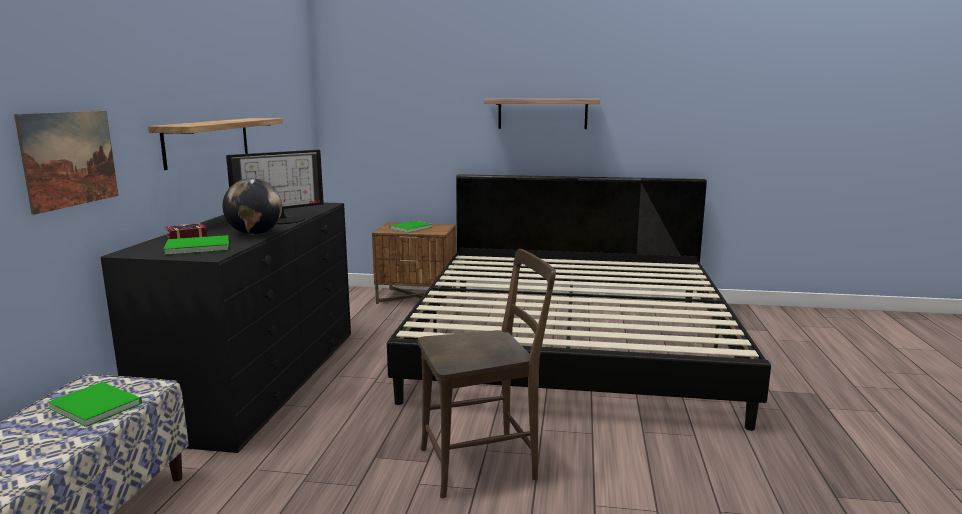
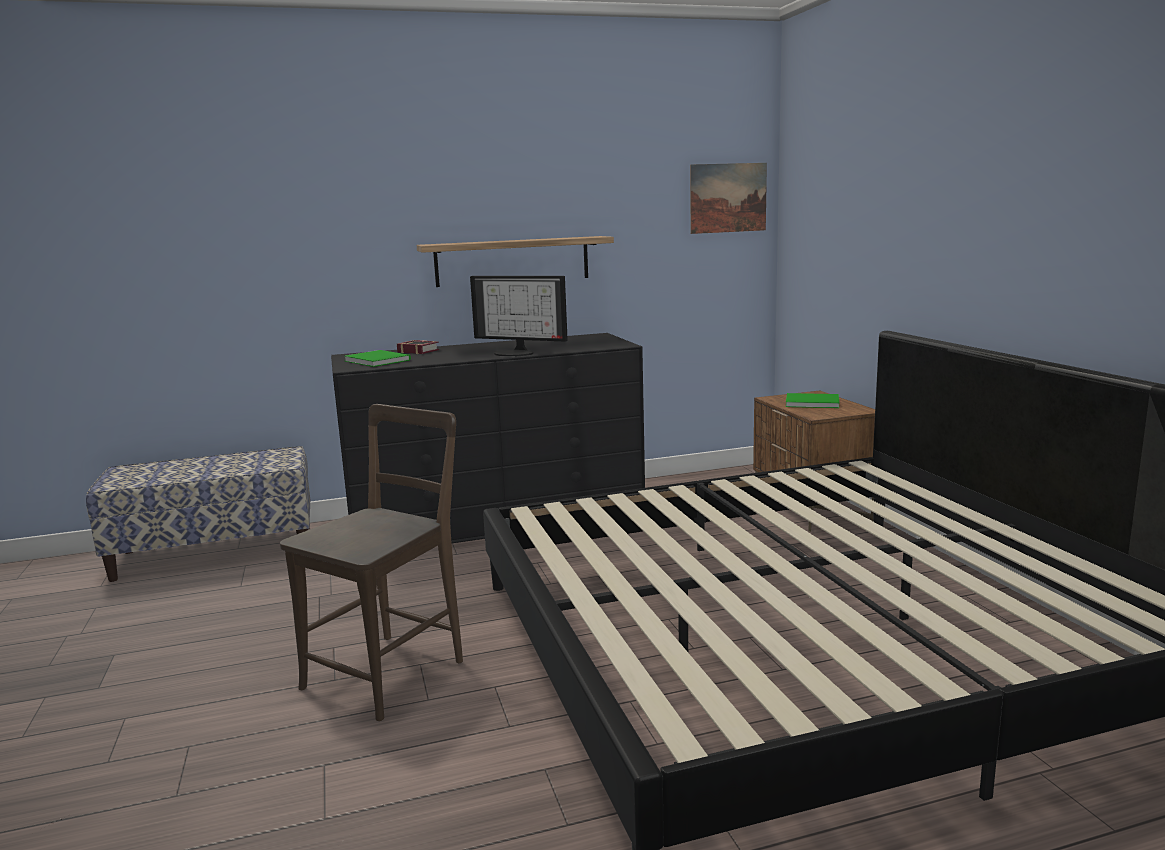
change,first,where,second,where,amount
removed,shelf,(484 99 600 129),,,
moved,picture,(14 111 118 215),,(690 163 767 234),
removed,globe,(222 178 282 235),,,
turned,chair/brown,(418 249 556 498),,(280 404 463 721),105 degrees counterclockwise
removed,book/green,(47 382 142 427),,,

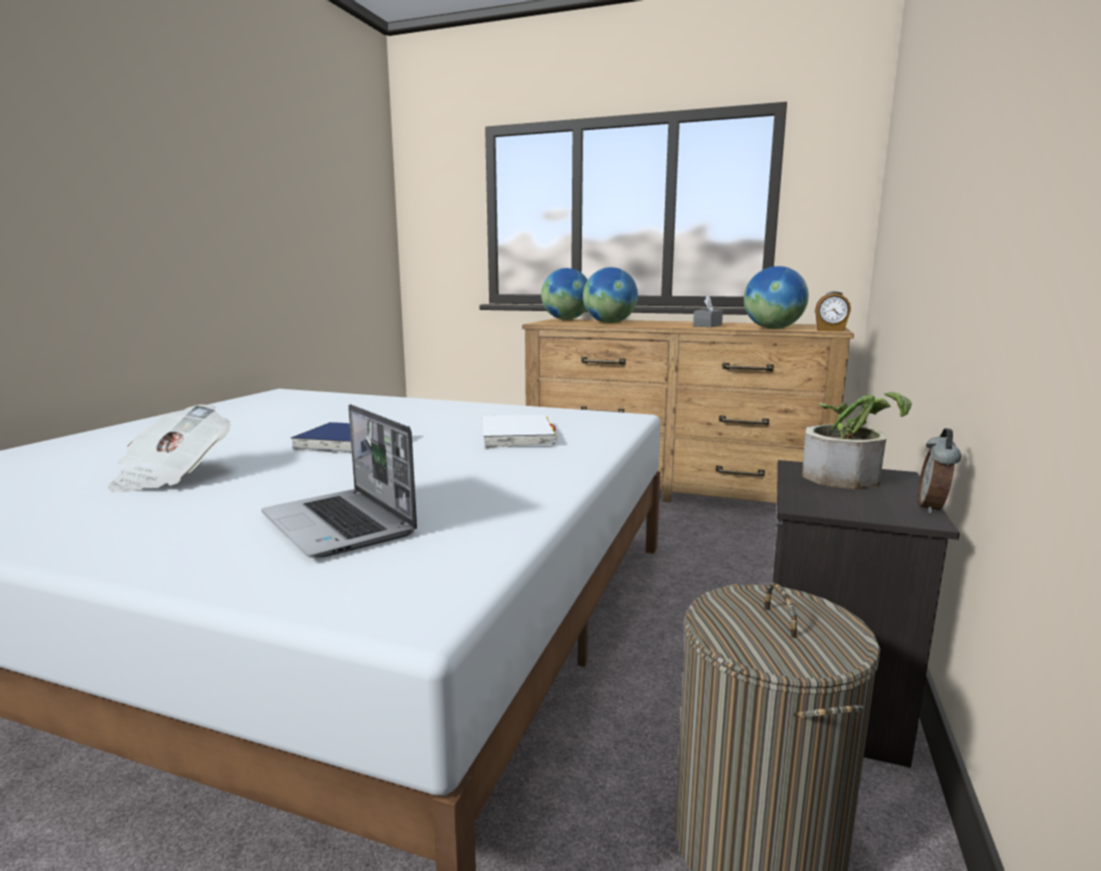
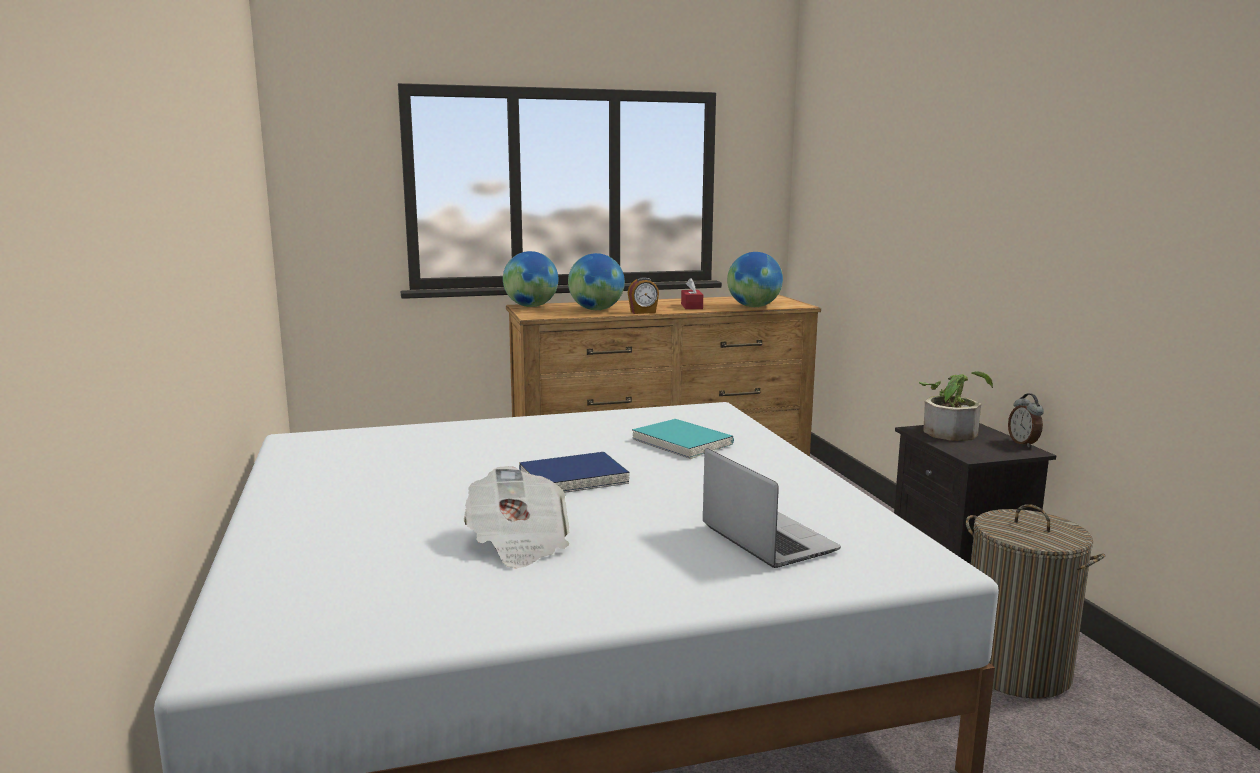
change,first,where,second,where,amount
moved,alarm clock,(815 291 851 332),,(628 277 659 314),
recoloured,tissue box/grey,(693 295 723 327),tissue box/red,(681 278 703 309),
turned,laptop,(261 404 417 558),,(703 448 841 568),135 degrees counterclockwise
recoloured,book/white,(482 415 557 448),book/turquoise,(632 419 734 459),

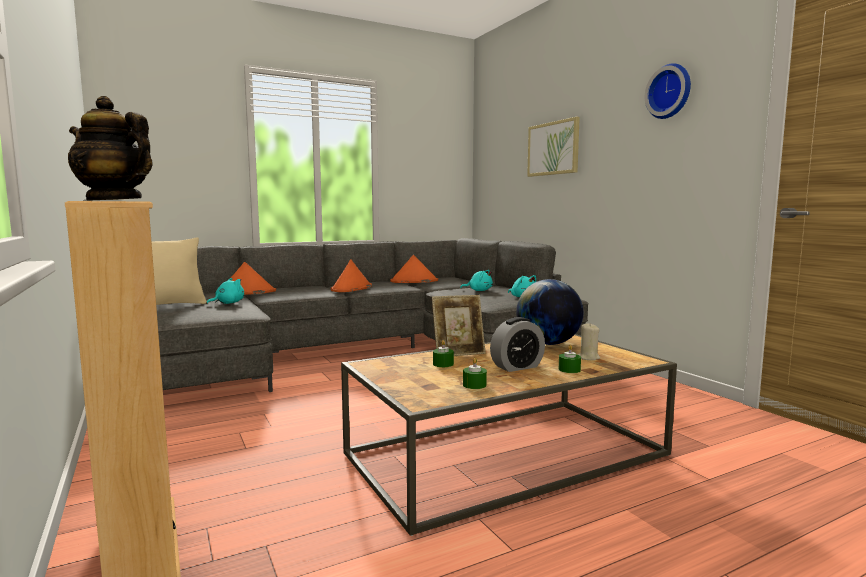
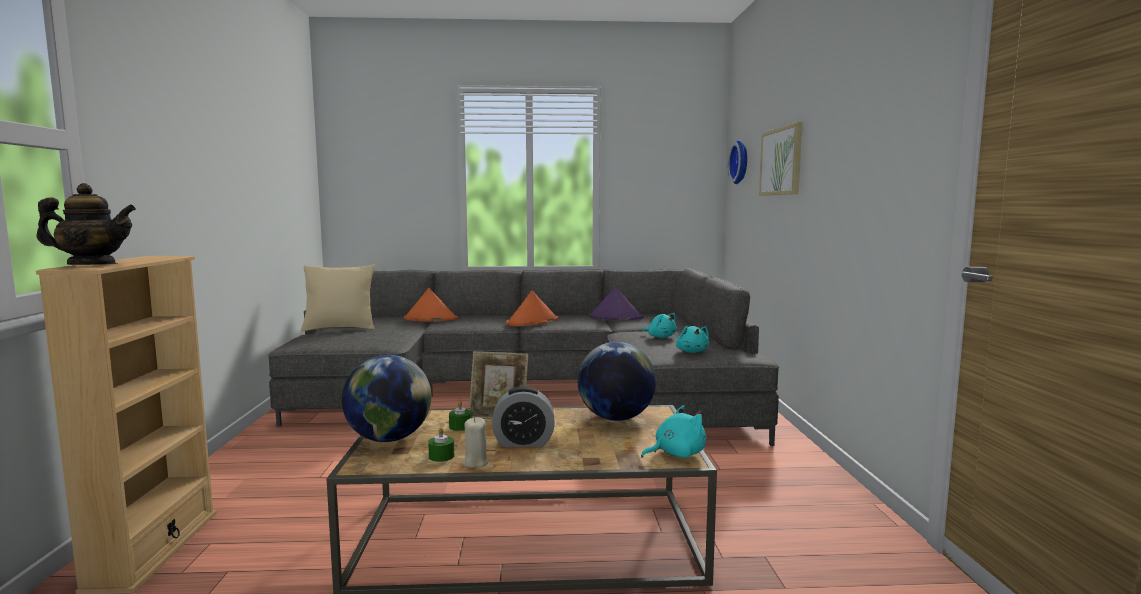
change,first,where,second,where,amount
moved,wall clock,(645 63 691 119),,(728 140 747 184),
turned,teapot,(68 96 153 201),,(36 183 136 265),120 degrees clockwise
recoloured,hat/orange,(390 255 438 283),hat/purple,(589 287 643 320),
moved,plush toy/turquoise,(206 278 244 304),,(641 405 706 458),
moved,candle/beige,(577 323 600 360),,(462 417 489 468),
removed,candle/green,(559 345 581 373),,,
added,,,globe,(342 355 431 442),

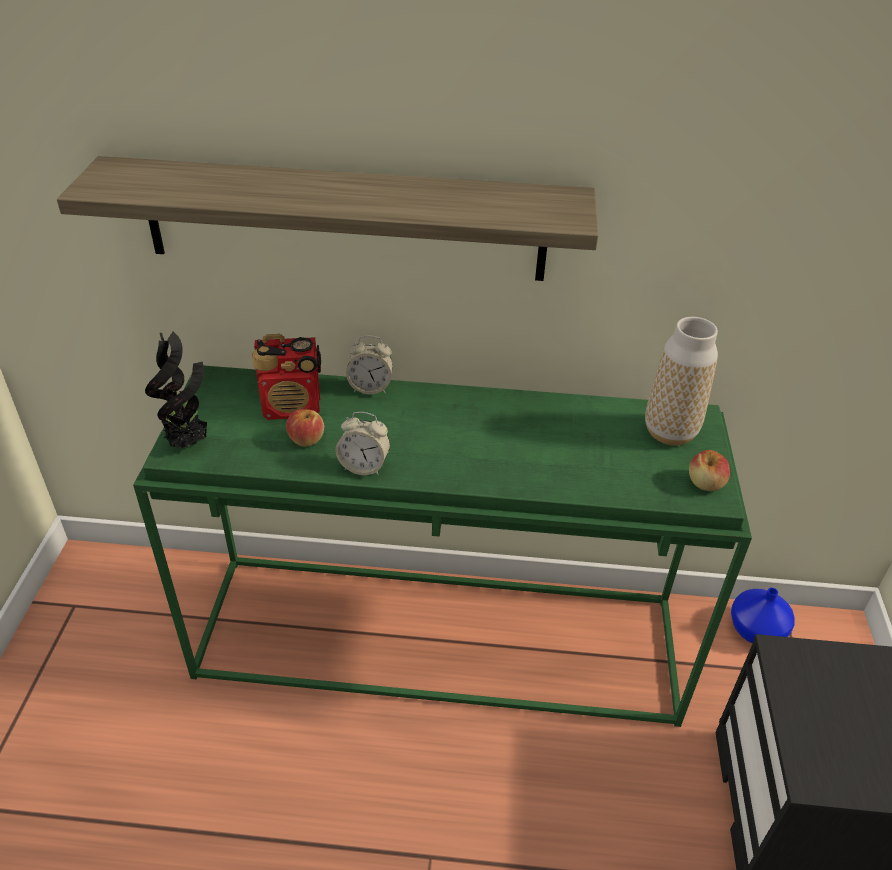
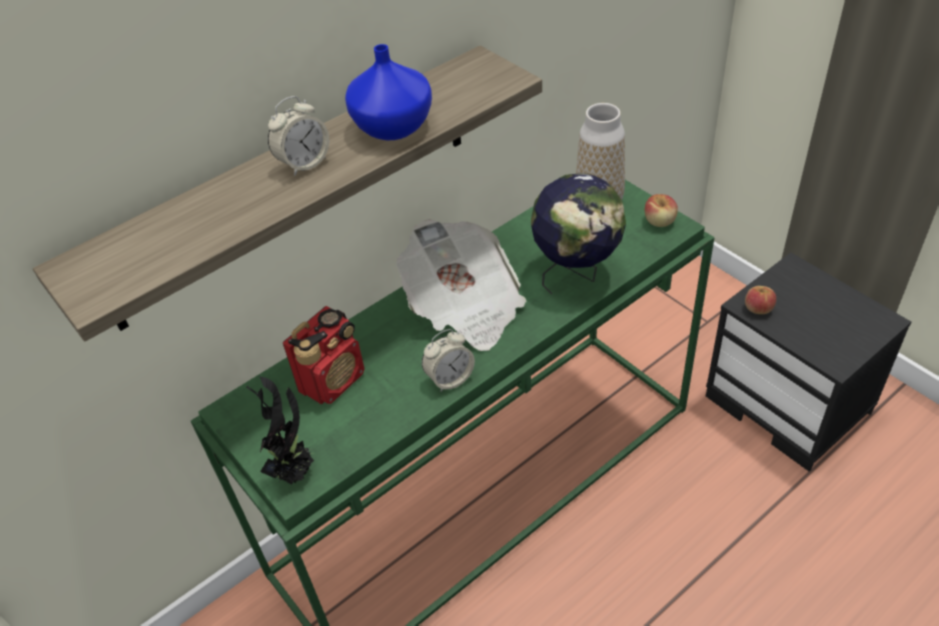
change,first,where,second,where,amount
moved,alarm clock,(346 335 393 394),,(268 96 329 176),
moved,apple,(286 409 324 447),,(745 286 776 314),
moved,vase/blue,(731 588 795 644),,(345 44 432 140),
added,,,globe,(531 173 626 294),
added,,,newspaper,(396 219 526 351),

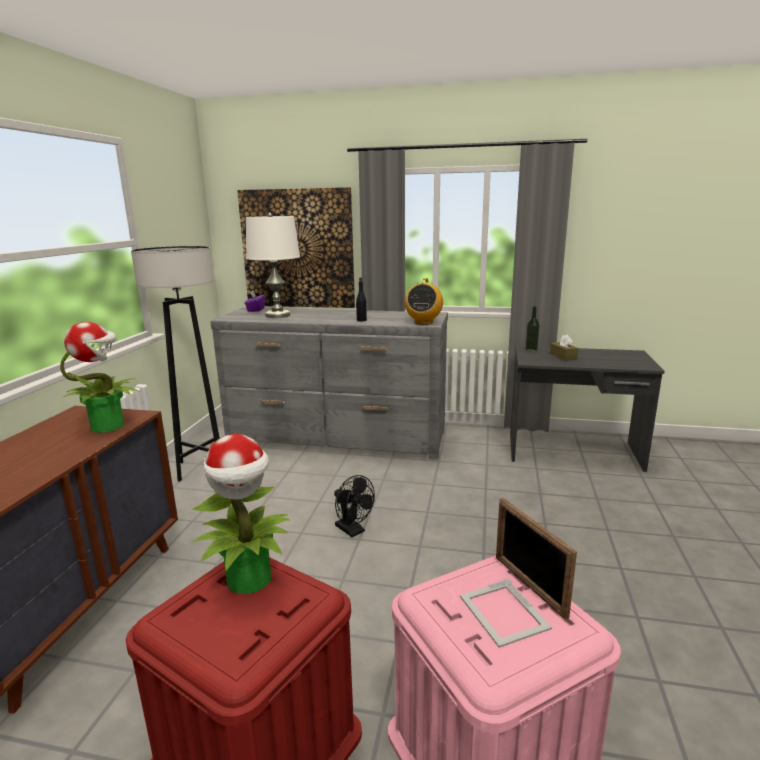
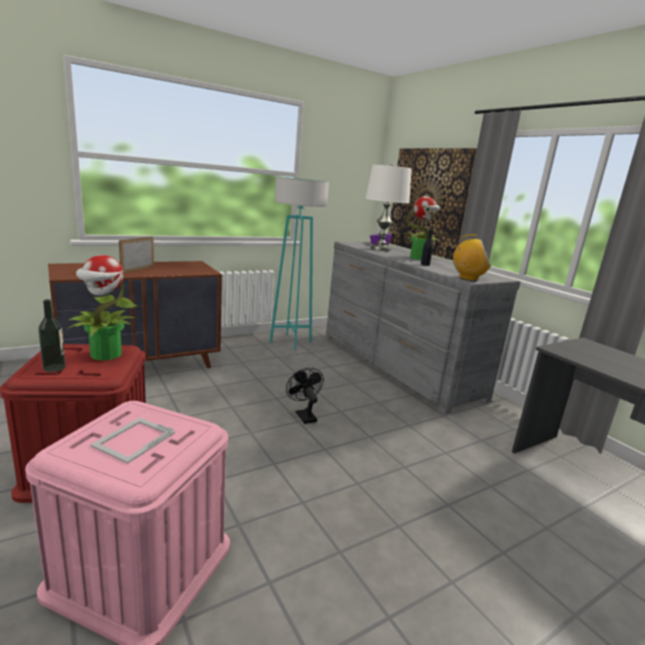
change,first,where,second,where,amount
recoloured,floor lamp/grey,(131 246 220 482),floor lamp/turquoise,(269 177 329 350),
turned,radio,(405 278 443 325),,(453 234 491 281),135 degrees counterclockwise
moved,bottle,(525 306 540 353),,(38 299 66 372),
moved,potted plant,(60 322 139 433),,(404 196 440 260),
removed,tissue box/brown,(550 334 578 361),,,
turned,fan/black,(334 475 375 537),,(286 368 324 424),150 degrees clockwise
moved,picture frame,(496 498 577 620),,(119 236 154 273),

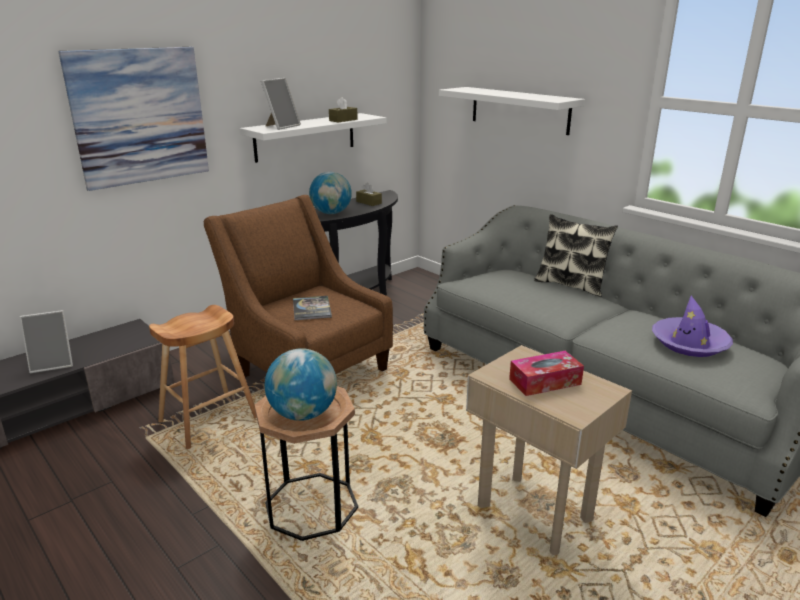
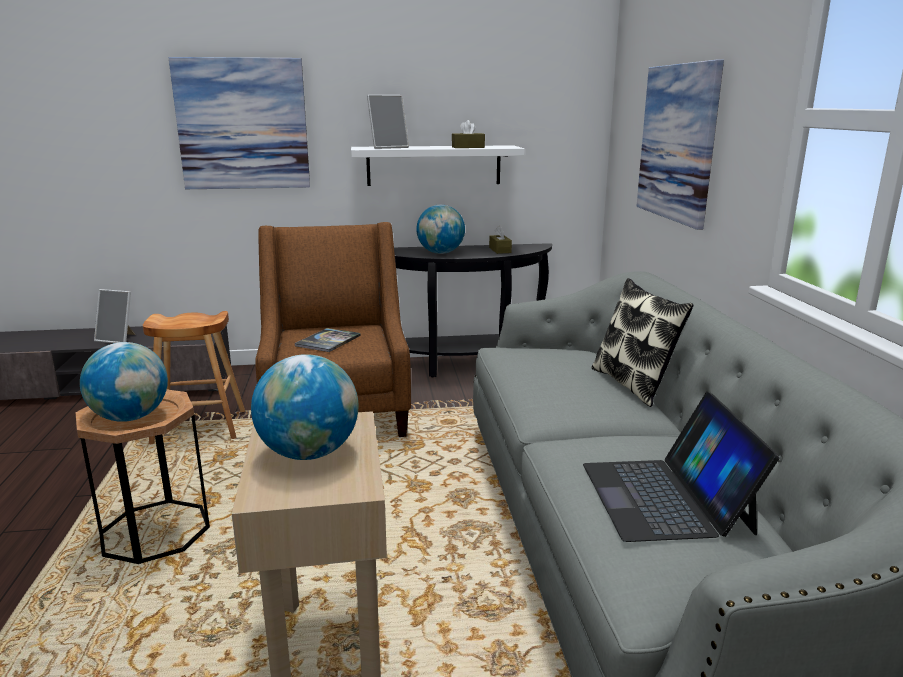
change,first,where,second,where,amount
replaced,shelf/white,(439 87 585 135),picture,(637 59 724 230),
replaced,hat/purple,(652 296 733 357),laptop,(583 392 780 542),
replaced,tissue box,(509 351 584 396),globe,(251 354 358 460),

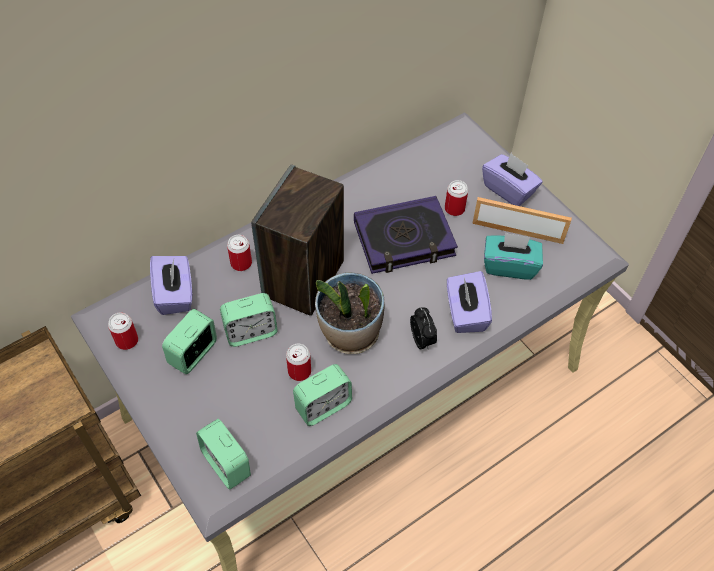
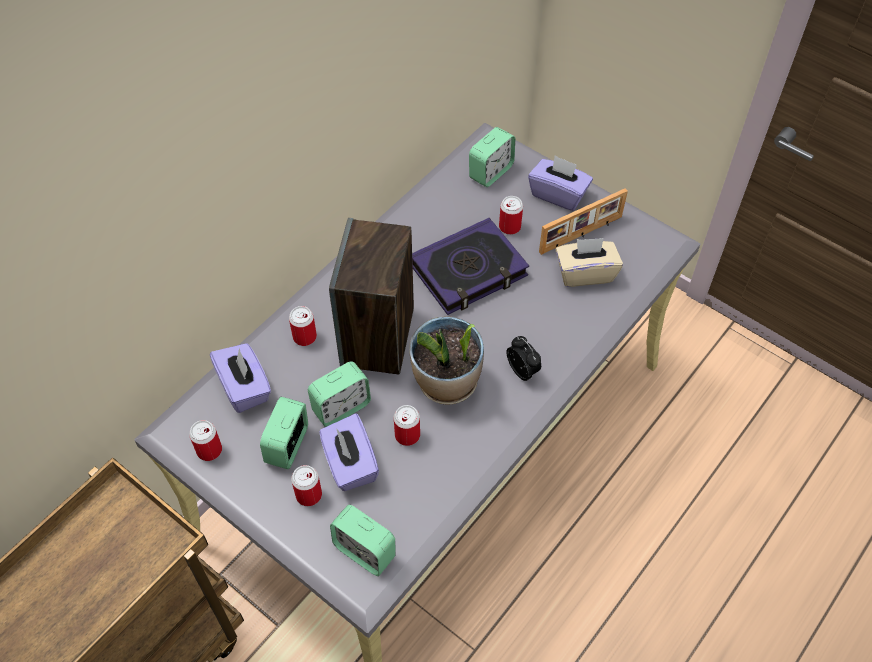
change,first,where,second,where,amount
turned,picture frame,(472 197 572 244),,(539 188 628 255),150 degrees clockwise
recoloured,tissue box/turquoise,(484 232 543 280),tissue box/beige,(555 238 623 287),
moved,tissue box/purple,(447 271 492 333),,(319 413 379 491),
moved,alarm clock,(293 364 352 426),,(469 127 515 187),
added,,,can,(291 465 322 506),

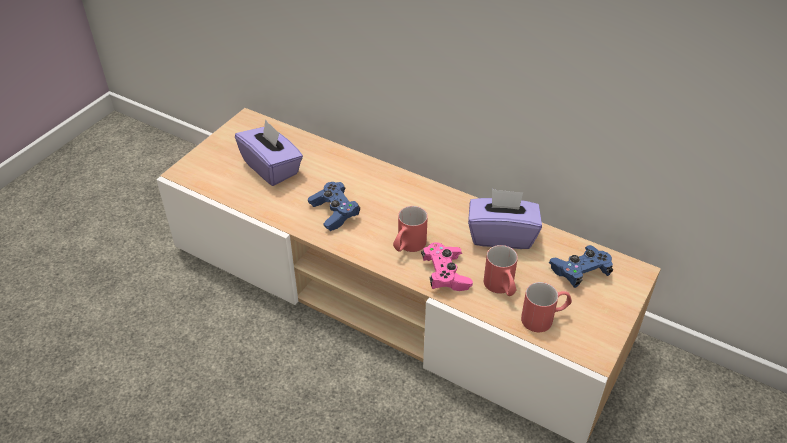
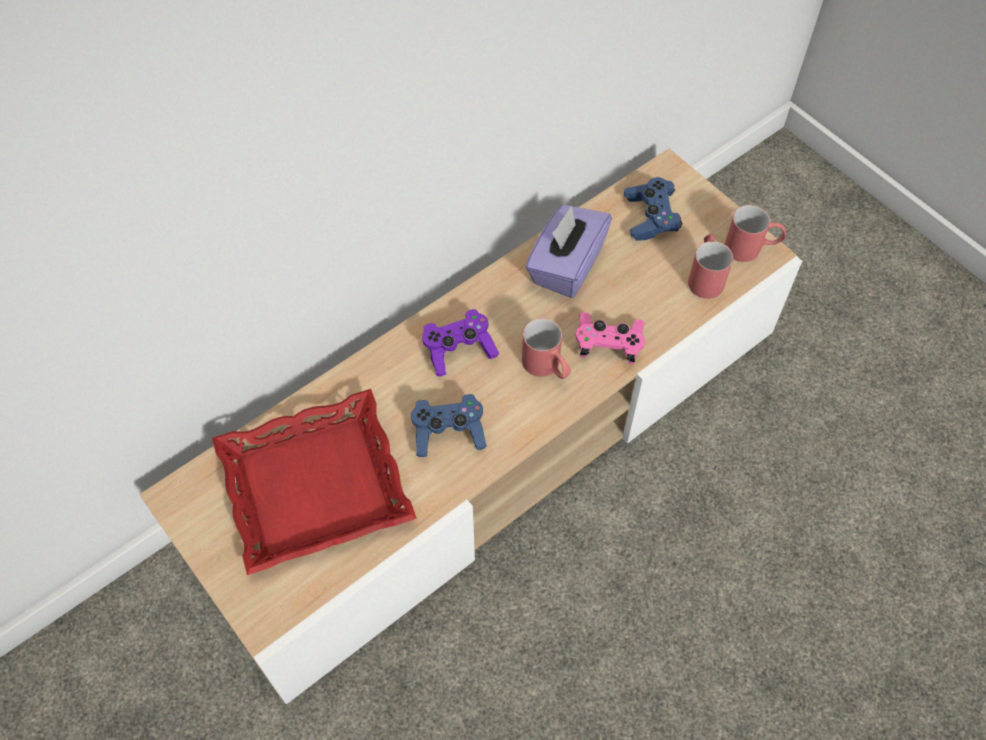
change,first,where,second,where,amount
replaced,tissue box/purple,(235 119 303 186),tray/red,(212 389 417 575),
moved,mug/red,(484 245 518 296),,(725 205 786 262),
added,,,game controller/purple,(422 309 499 376),

